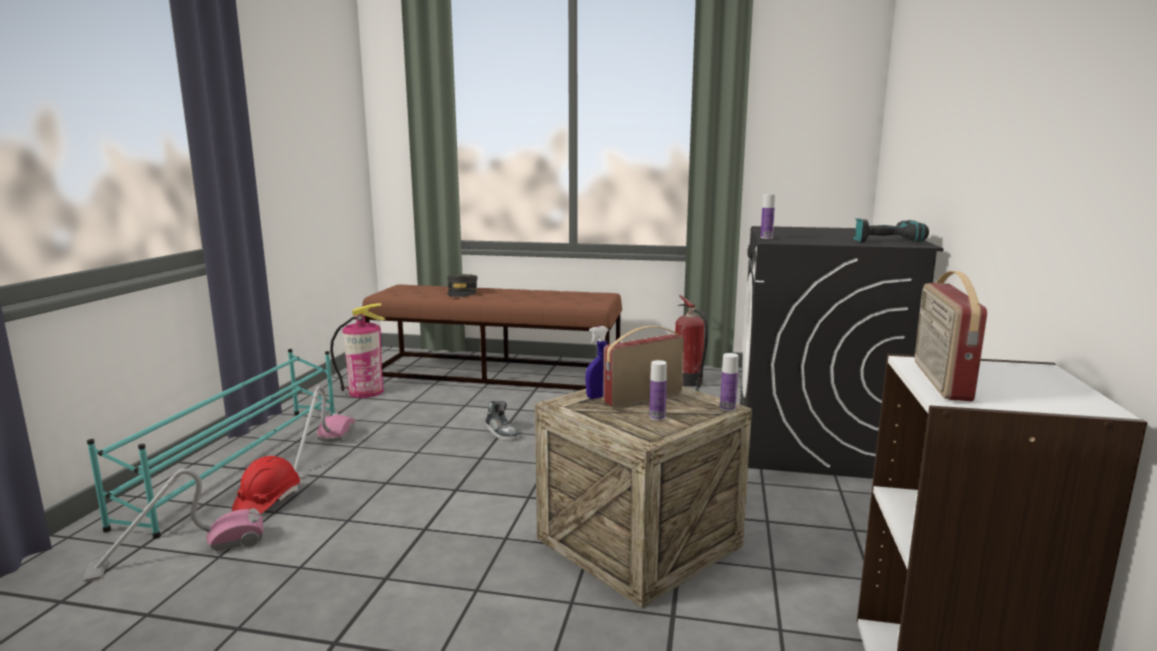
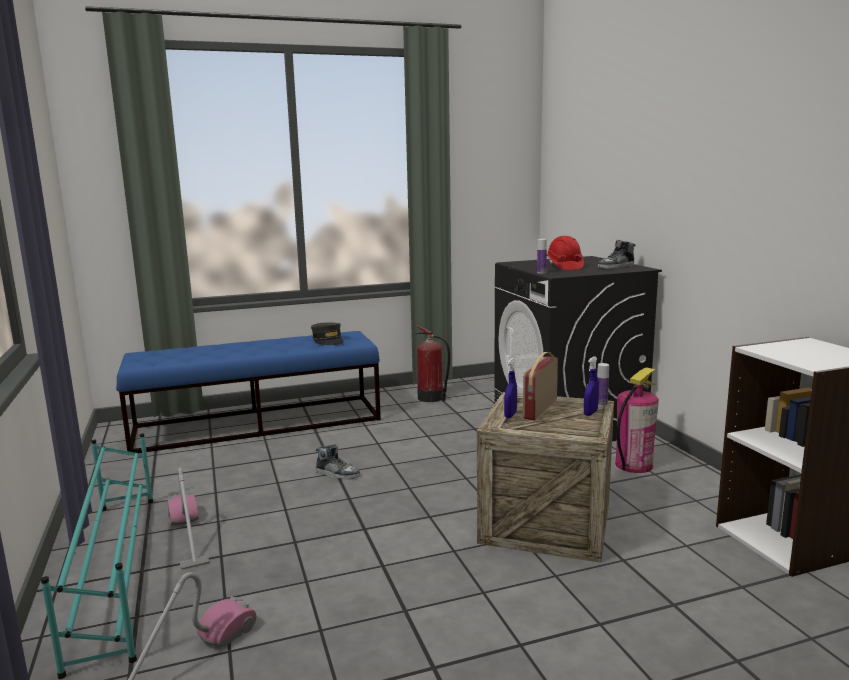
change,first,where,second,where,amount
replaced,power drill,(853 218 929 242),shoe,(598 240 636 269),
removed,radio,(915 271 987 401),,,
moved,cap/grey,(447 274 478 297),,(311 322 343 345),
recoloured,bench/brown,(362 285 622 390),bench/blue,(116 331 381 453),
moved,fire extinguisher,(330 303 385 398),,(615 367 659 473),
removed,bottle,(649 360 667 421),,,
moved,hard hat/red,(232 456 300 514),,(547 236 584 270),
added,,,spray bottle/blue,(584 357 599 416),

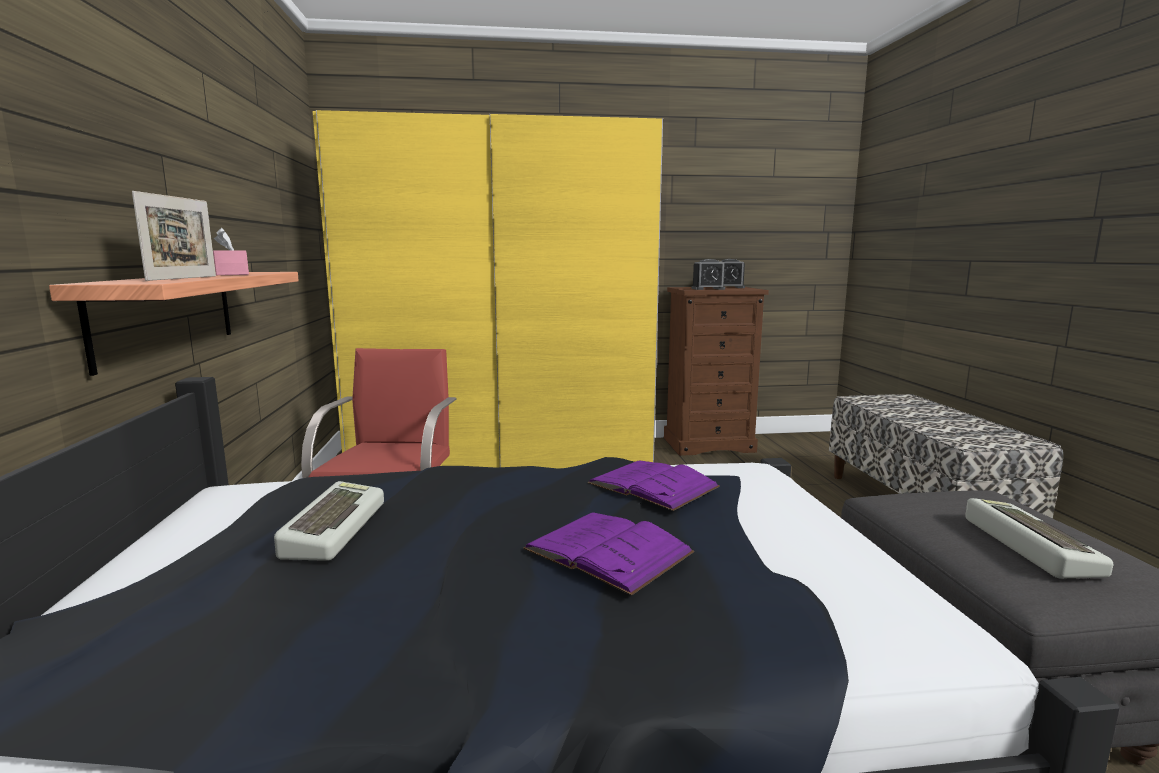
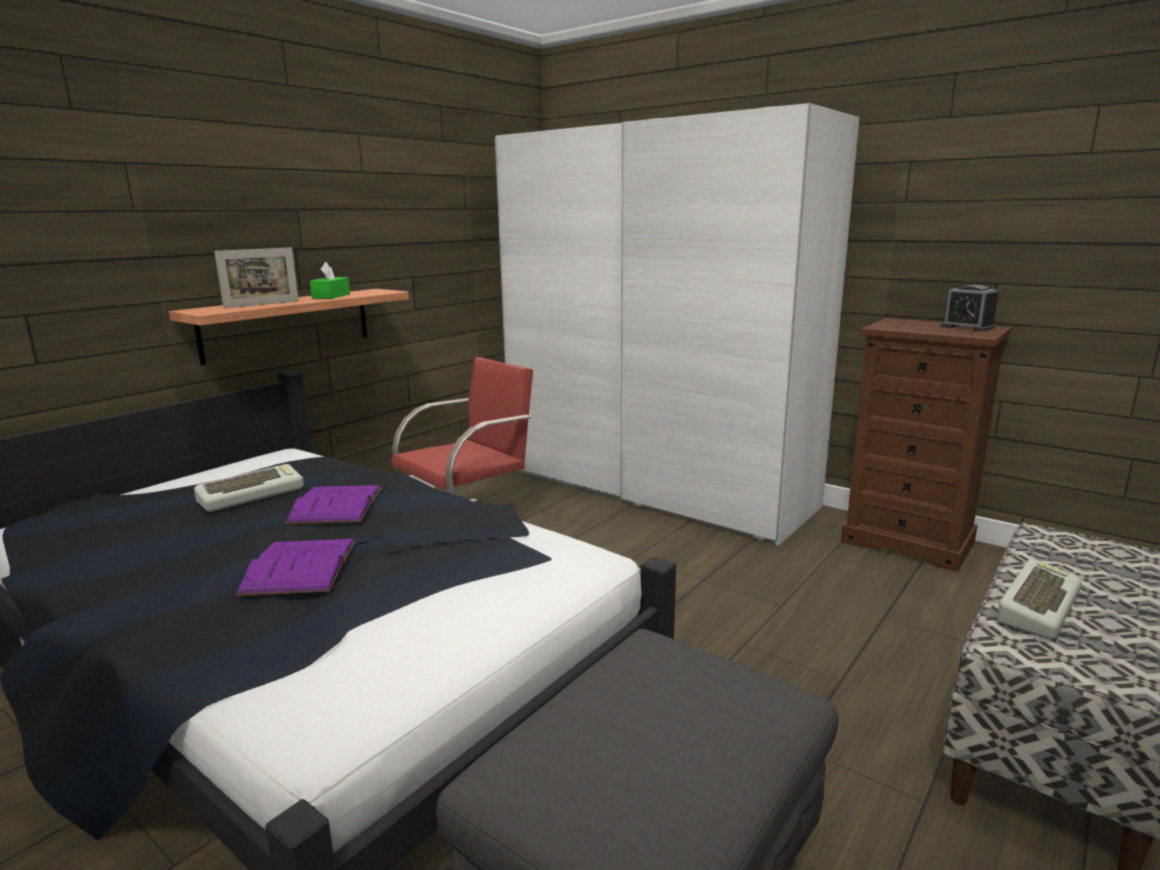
change,first,where,second,where,amount
recoloured,wardrobe/yellow,(312 110 663 469),wardrobe/white,(495 103 859 546),
recoloured,tissue box/pink,(213 228 249 275),tissue box/green,(310 262 350 299),
removed,alarm clock,(691 259 725 290),,,
moved,book/purple,(588 460 720 511),,(285 485 382 524),
moved,keyboard,(965 498 1113 578),,(997 559 1082 639),

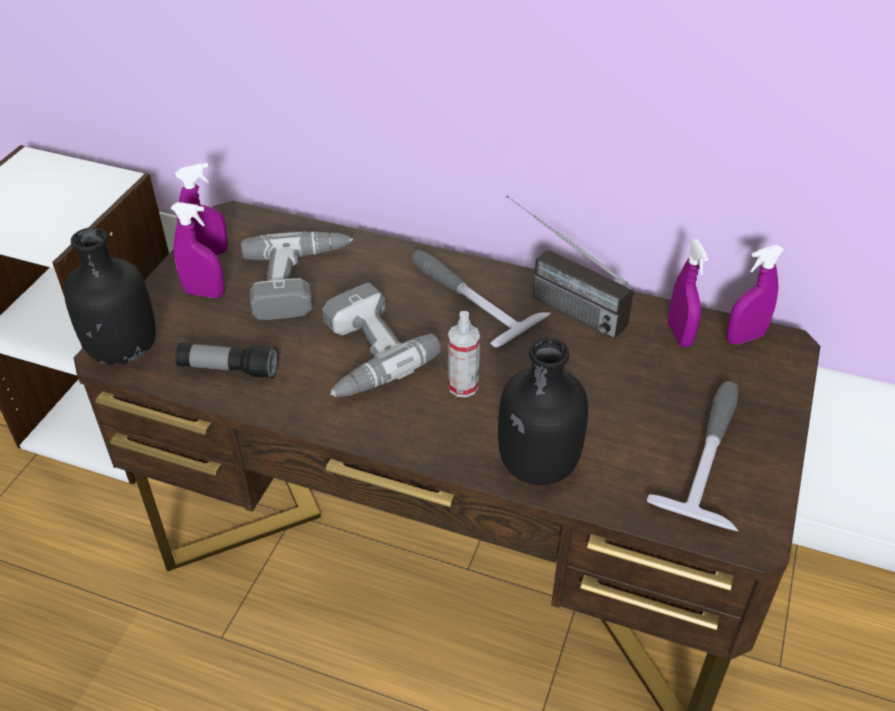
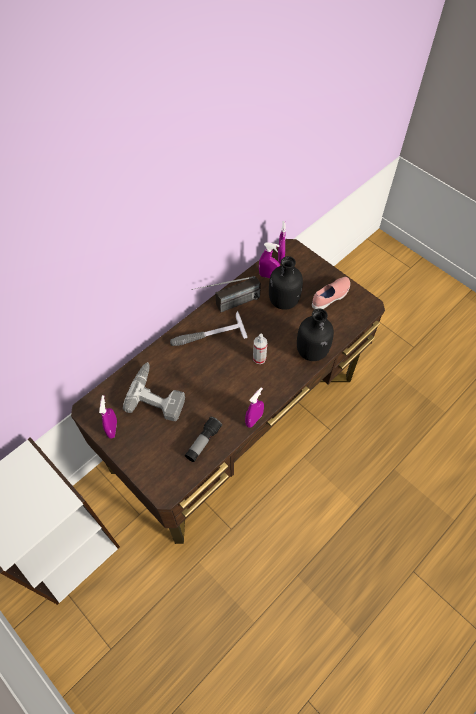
change,first,where,second,where,amount
moved,spray bottle/purple,(171 202 224 298),,(245 387 264 427),
moved,bottle/black,(64 227 156 365),,(269 256 303 310),
removed,power drill,(323 283 441 397),,,
replaced,hammer,(647 381 738 531),shoe/pink,(312 277 350 309),

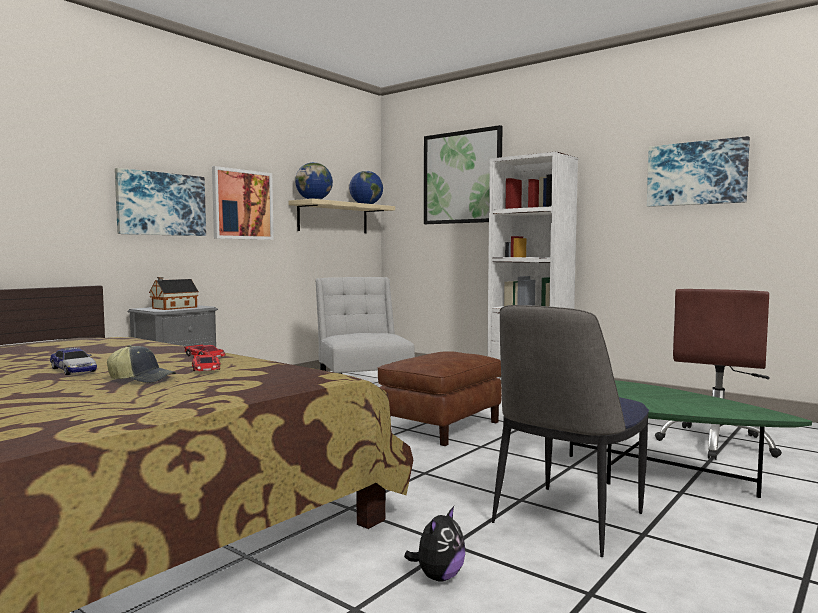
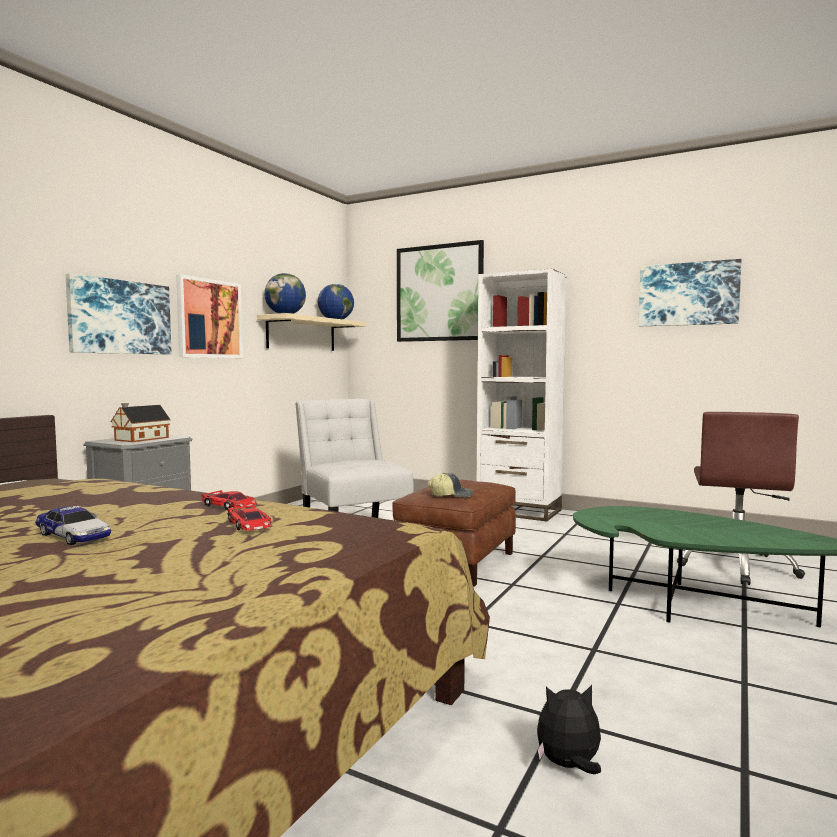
change,first,where,second,where,amount
removed,chair,(492 305 649 557),,,
moved,cap,(107 345 176 383),,(428 473 473 498),
turned,plush toy,(404 506 465 582),,(537 685 601 774),120 degrees counterclockwise

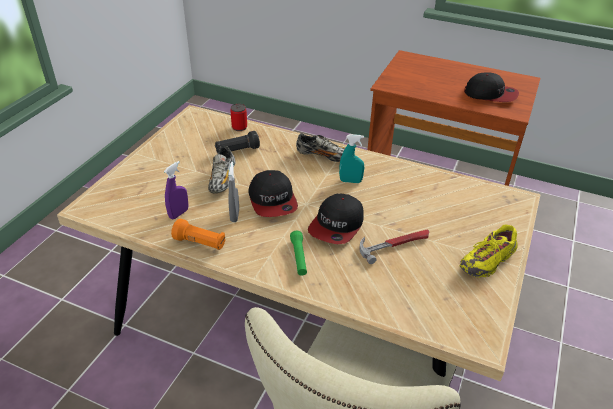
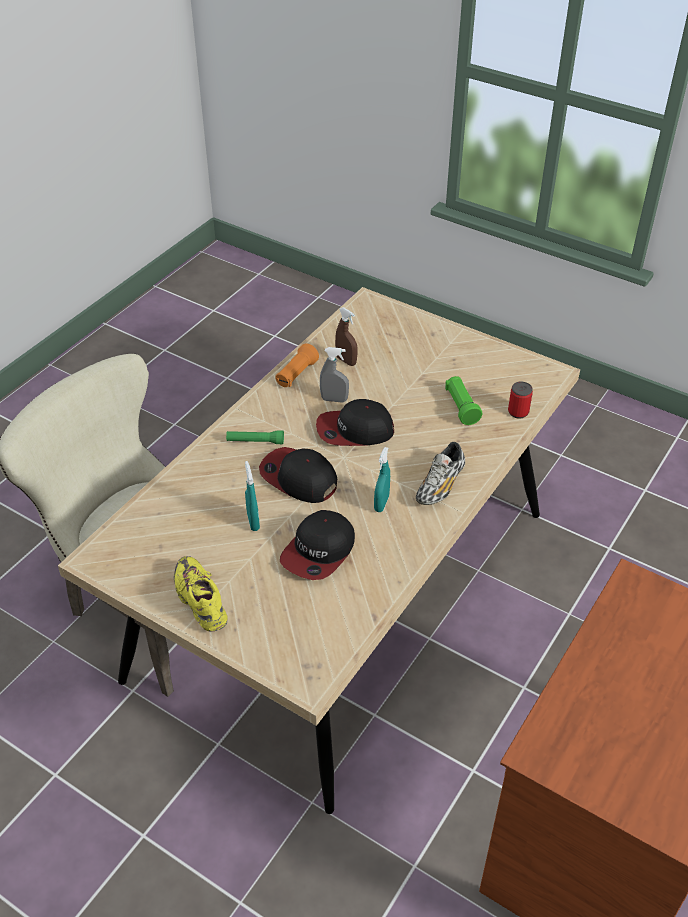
change,first,where,second,where,amount
moved,cap,(464 72 519 102),,(280 510 355 580),
recoloured,flashlight/black,(215 131 260 153),flashlight/green,(445 376 482 425),
removed,shoe,(208 146 235 193),,,
recoloured,spray bottle/purple,(164 161 188 219),spray bottle/brown,(335 307 358 366),
replaced,hammer,(359 229 429 264),spray bottle/turquoise,(245 461 260 531),

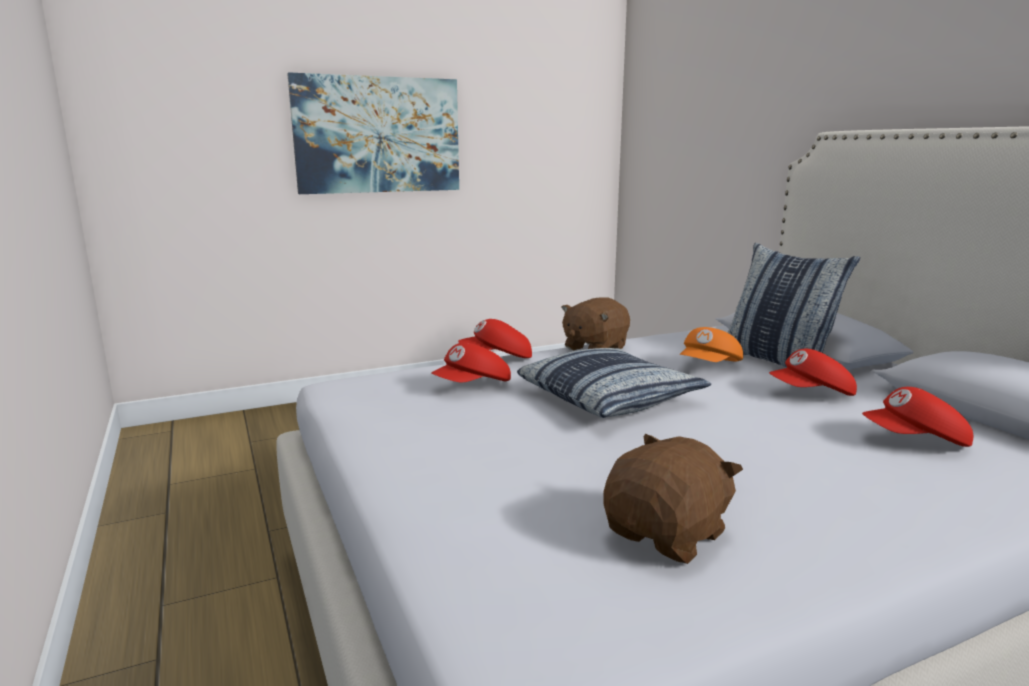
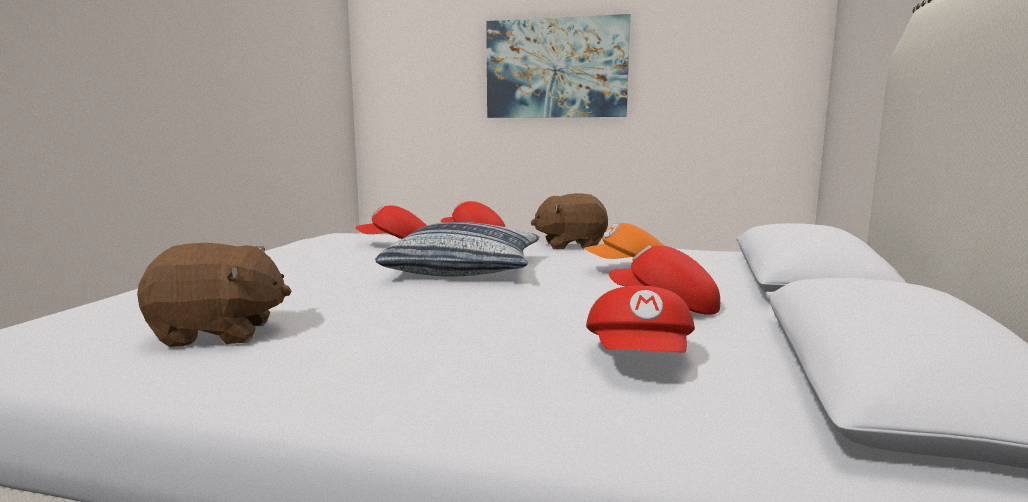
change,first,where,second,where,amount
removed,pillow,(727 243 860 367),,,
turned,cap/red,(862 387 973 447),,(586 286 695 353),120 degrees counterclockwise

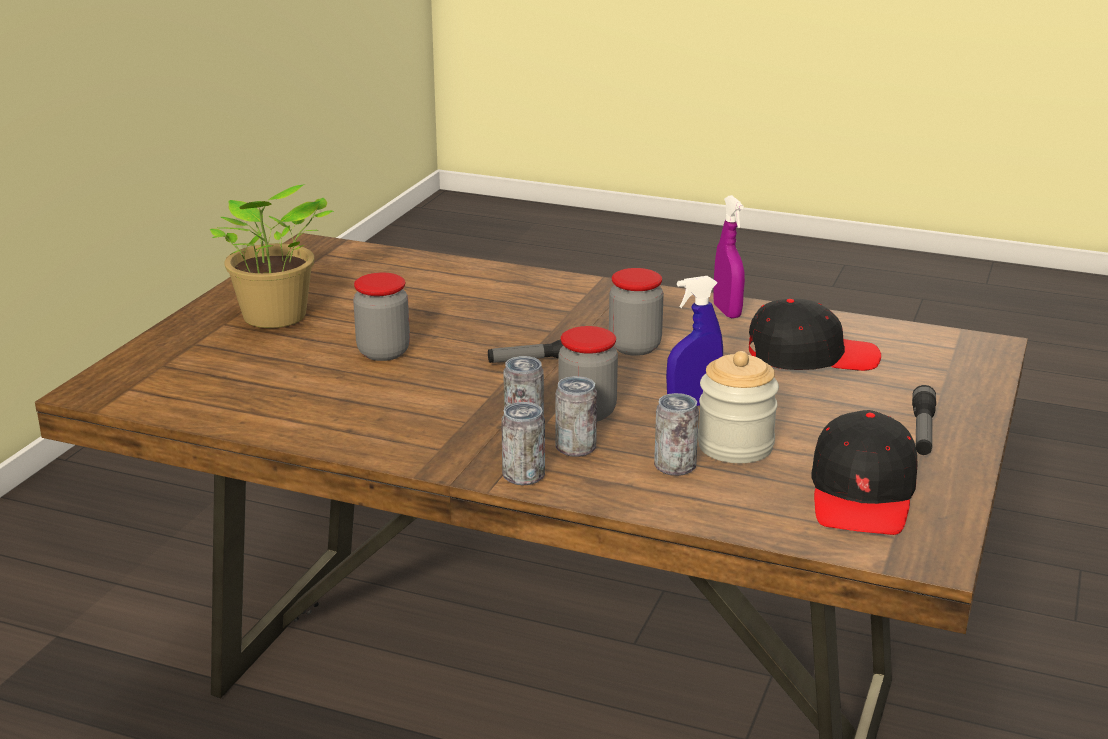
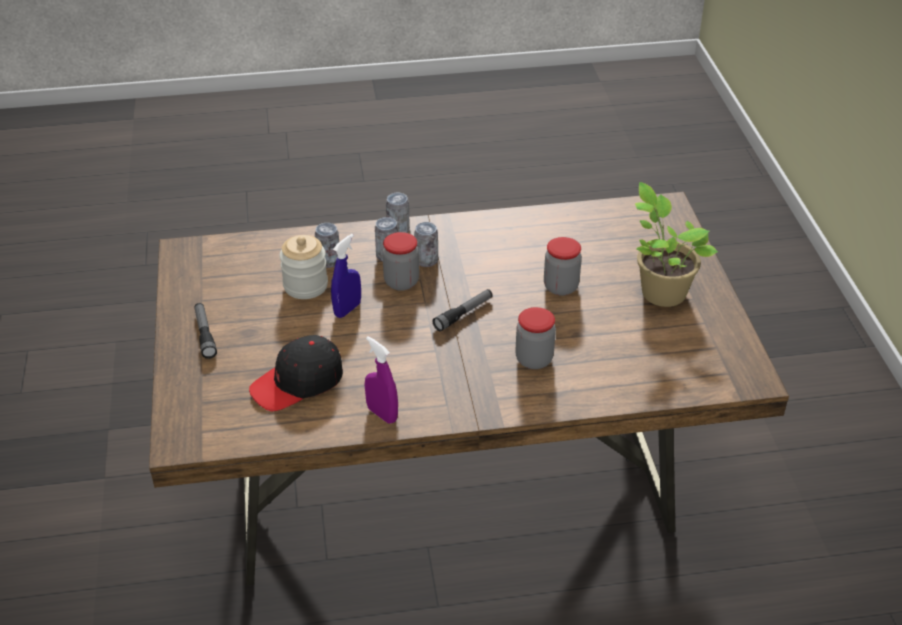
change,first,where,second,where,amount
moved,jar,(609 268 664 356),,(516 307 556 369),
removed,cap/black,(811 410 918 535),,,

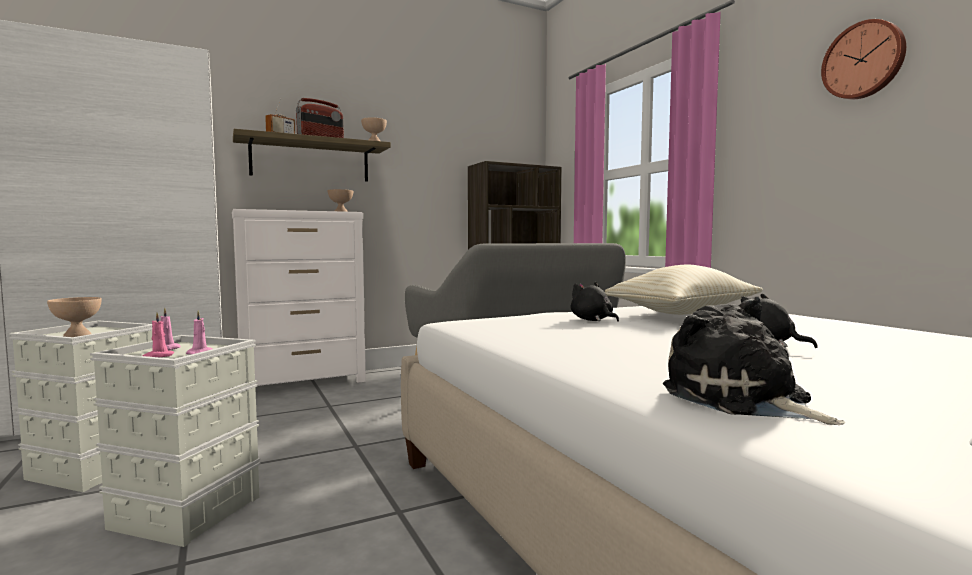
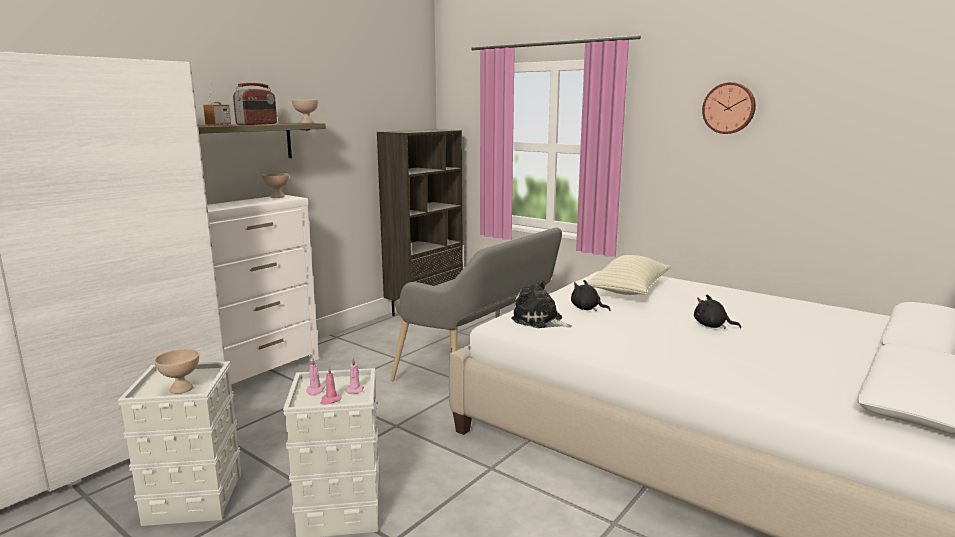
change,first,where,second,where,amount
moved,plush toy,(663 297 845 425),,(512 279 572 328),

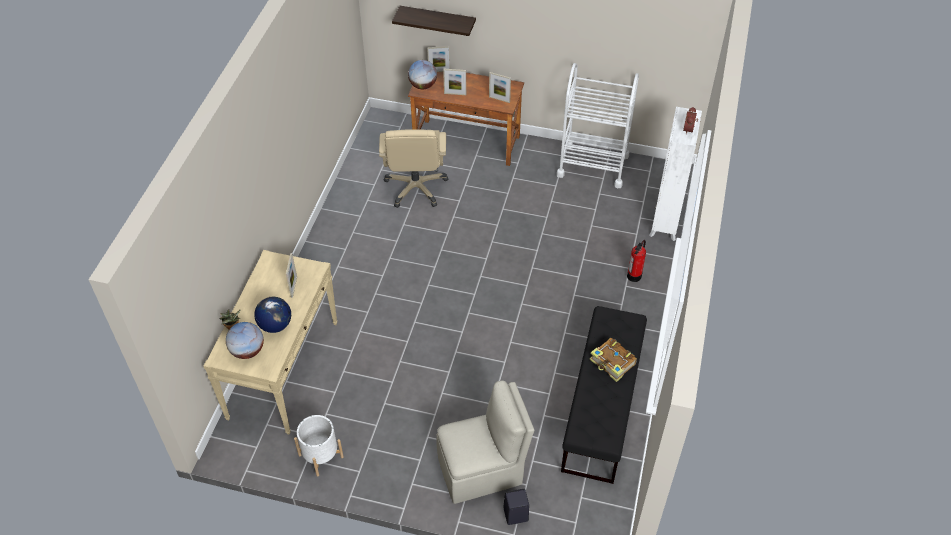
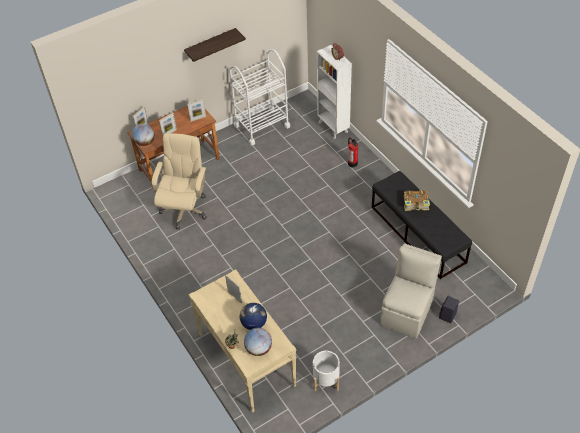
change,first,where,second,where,amount
moved,shelf,(392 6 476 36),,(184 28 246 62),
turned,office chair/beige,(379 129 448 208),,(152 133 207 229),120 degrees counterclockwise

